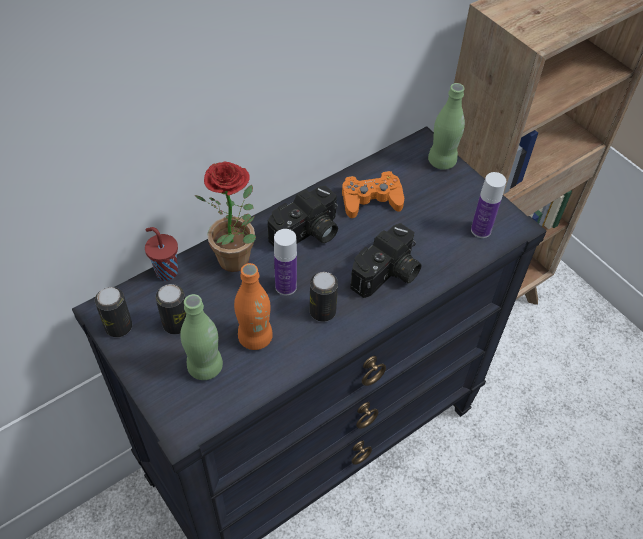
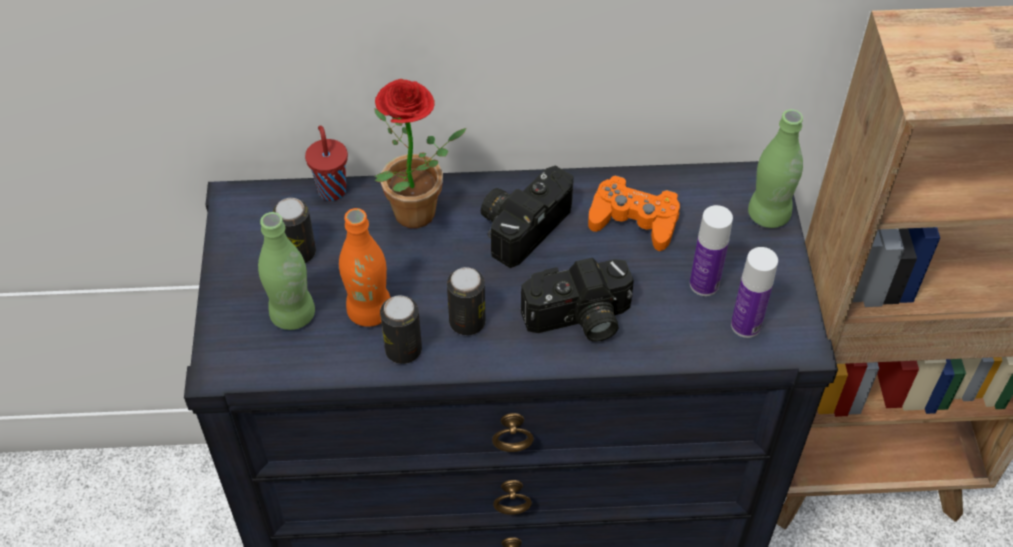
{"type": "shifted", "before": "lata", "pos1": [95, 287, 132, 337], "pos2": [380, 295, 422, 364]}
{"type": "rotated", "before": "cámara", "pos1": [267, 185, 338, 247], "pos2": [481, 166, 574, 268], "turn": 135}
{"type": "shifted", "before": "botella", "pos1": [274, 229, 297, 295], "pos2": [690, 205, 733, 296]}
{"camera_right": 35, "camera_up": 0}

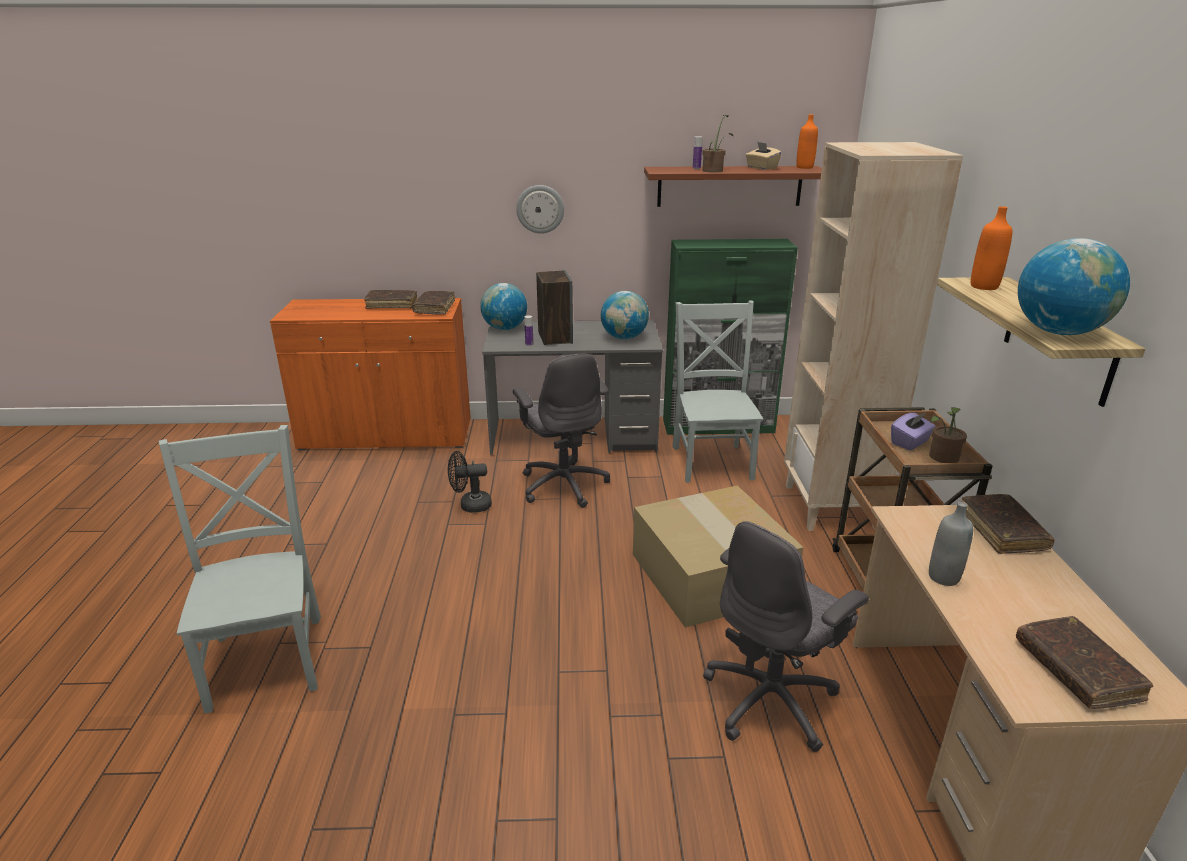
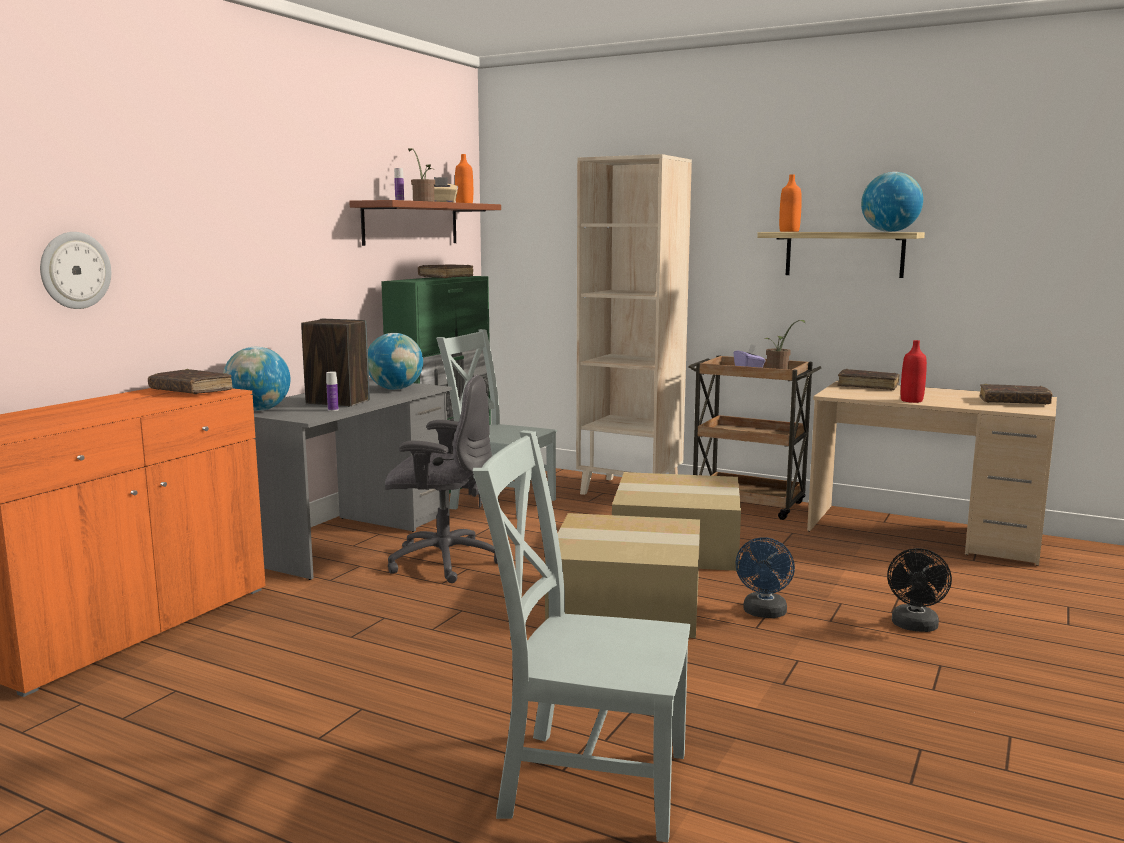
{"type": "shifted", "before": "libro (marrón)", "pos1": [364, 290, 417, 309], "pos2": [418, 264, 473, 278]}
{"type": "shifted", "before": "ventilador (negro)", "pos1": [448, 451, 492, 513], "pos2": [887, 548, 952, 632]}
{"type": "shifted", "before": "reloj de pared", "pos1": [516, 185, 564, 234], "pos2": [40, 232, 111, 309]}
{"type": "gone", "before": "silla de oficina (gris)", "pos1": [703, 521, 869, 752]}
{"type": "repainted", "before": "botella (gris)", "after": "botella (rojo)", "pos1": [929, 502, 973, 586], "pos2": [901, 340, 927, 403]}
{"type": "new", "after": "caja de cartón", "pos2": [545, 513, 700, 638]}
{"type": "new", "after": "ventilador (azul)", "pos2": [736, 537, 795, 618]}
{"camera_right": -60, "camera_up": -15}

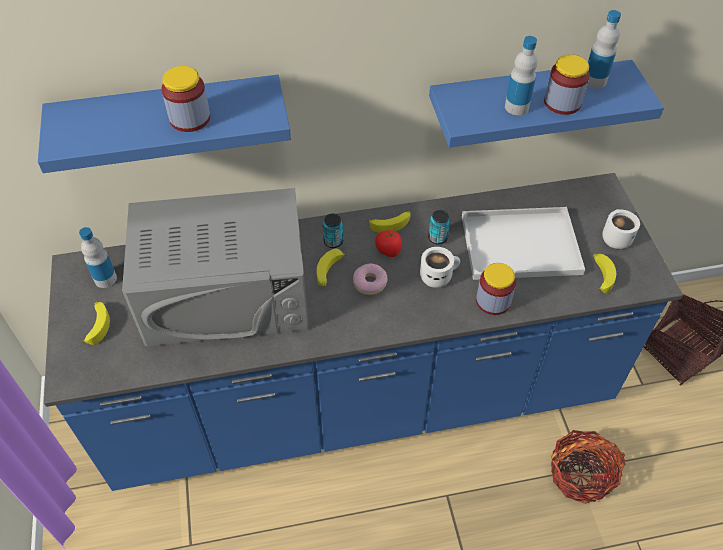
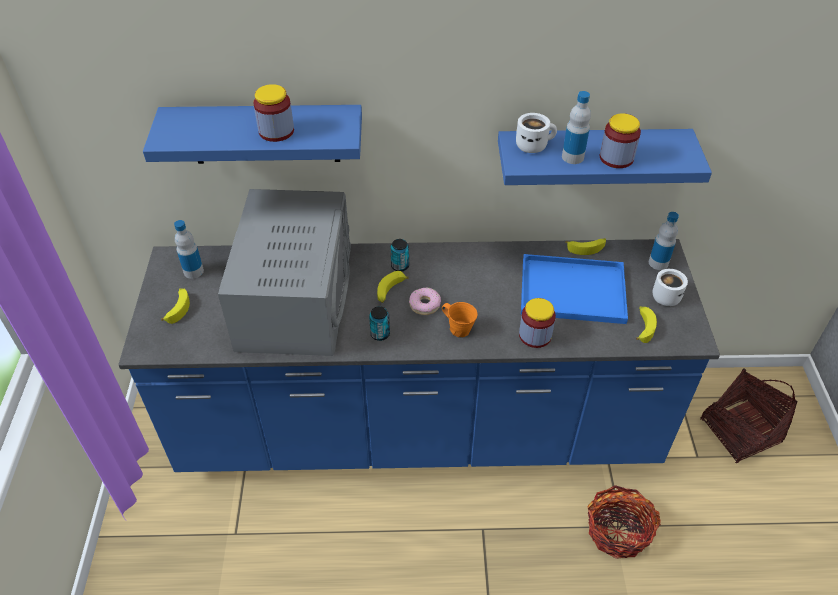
{"type": "rotated", "before": "microondas (gris)", "pos1": [122, 188, 309, 346], "pos2": [218, 189, 351, 356], "turn": -90}
{"type": "shifted", "before": "plátano", "pos1": [367, 211, 410, 233], "pos2": [565, 238, 606, 255]}
{"type": "gone", "before": "tomate", "pos1": [375, 229, 402, 257]}
{"type": "shifted", "before": "taza grande (blanco)", "pos1": [420, 247, 460, 288], "pos2": [516, 113, 557, 153]}
{"type": "shifted", "before": "lata", "pos1": [428, 210, 450, 245], "pos2": [369, 306, 390, 341]}
{"type": "repainted", "before": "bandeja (blanco)", "after": "bandeja (azul)", "pos1": [462, 207, 585, 280], "pos2": [521, 254, 628, 324]}
{"type": "shifted", "before": "botella", "pos1": [587, 10, 621, 89], "pos2": [649, 212, 679, 270]}
{"type": "new", "after": "taza grande (naranja)", "pos2": [442, 302, 478, 338]}
{"camera_right": 10, "camera_up": -5}

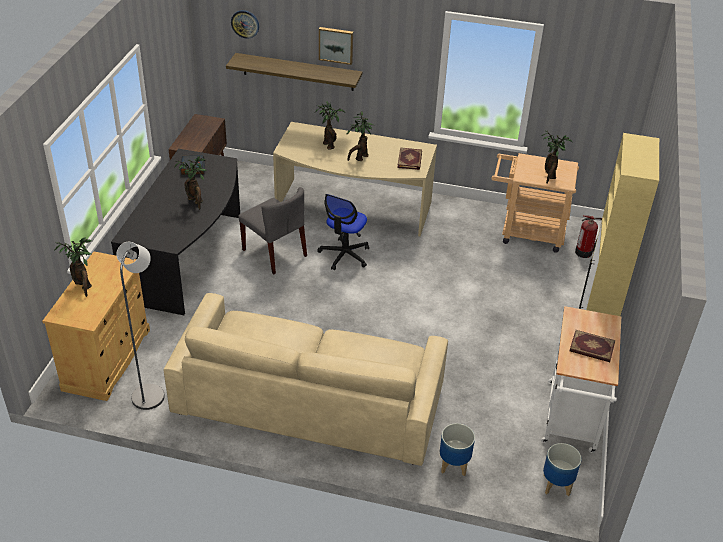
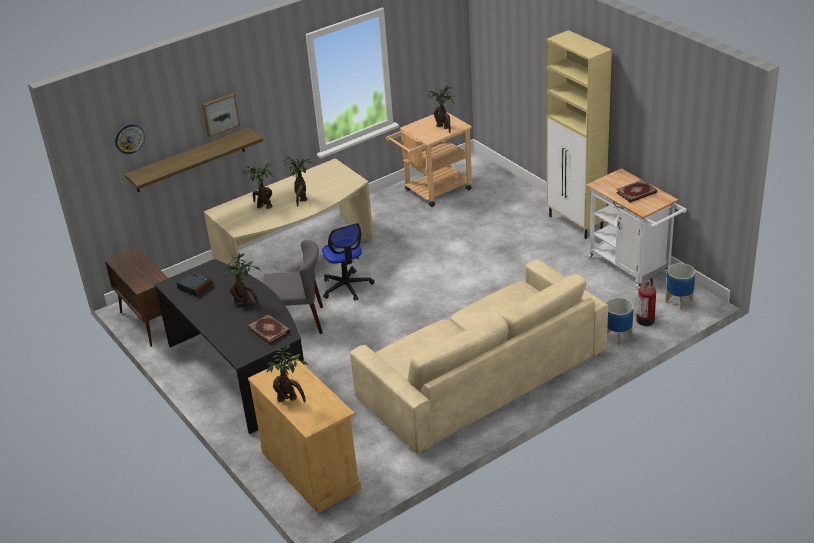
{"type": "gone", "before": "lámpara de pie (gris)", "pos1": [116, 242, 165, 410]}
{"type": "shifted", "before": "libro", "pos1": [397, 147, 422, 170], "pos2": [247, 314, 291, 344]}
{"type": "shifted", "before": "extintor", "pos1": [575, 215, 602, 258], "pos2": [636, 278, 656, 326]}
{"camera_right": -45, "camera_up": -5}

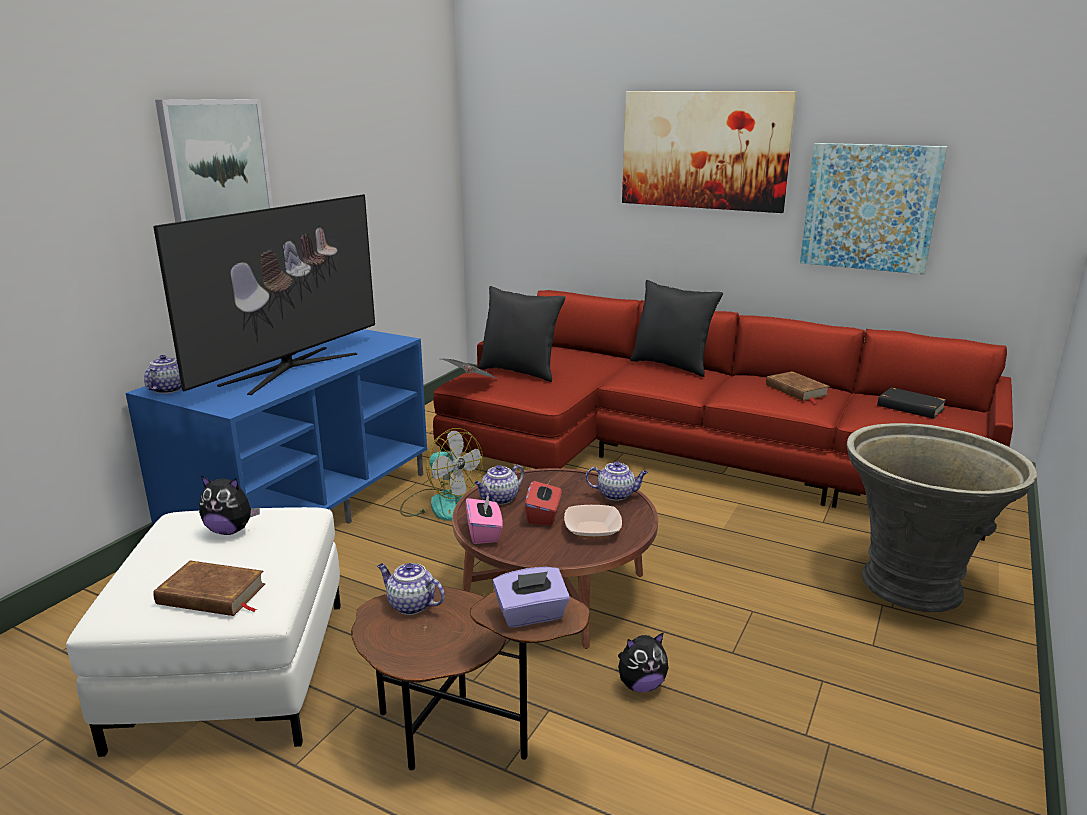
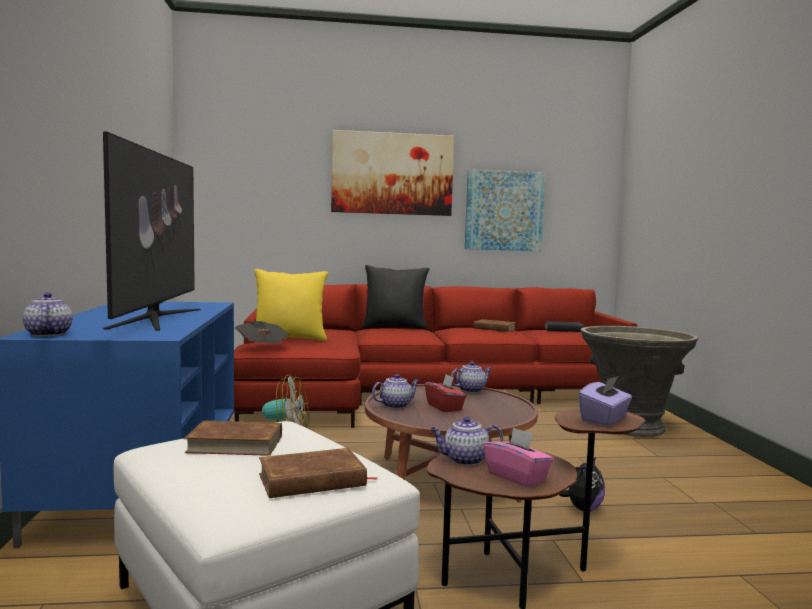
{"type": "gone", "before": "cuadro", "pos1": [155, 99, 273, 222]}
{"type": "swapped", "before": "peluche", "after": "libro (marrón)", "pos1": [199, 475, 260, 535], "pos2": [185, 421, 282, 456]}
{"type": "shifted", "before": "caja de pañuelos (rosa)", "pos1": [466, 492, 503, 544], "pos2": [484, 427, 553, 488]}
{"type": "rotated", "before": "tetera", "pos1": [474, 465, 524, 504], "pos2": [372, 374, 419, 409], "turn": -135}
{"type": "repainted", "before": "cojín (negro)", "after": "cojín (amarillo)", "pos1": [478, 286, 566, 382], "pos2": [254, 269, 328, 342]}
{"type": "gone", "before": "cuenco", "pos1": [564, 505, 622, 539]}
{"camera_right": -35, "camera_up": -15}

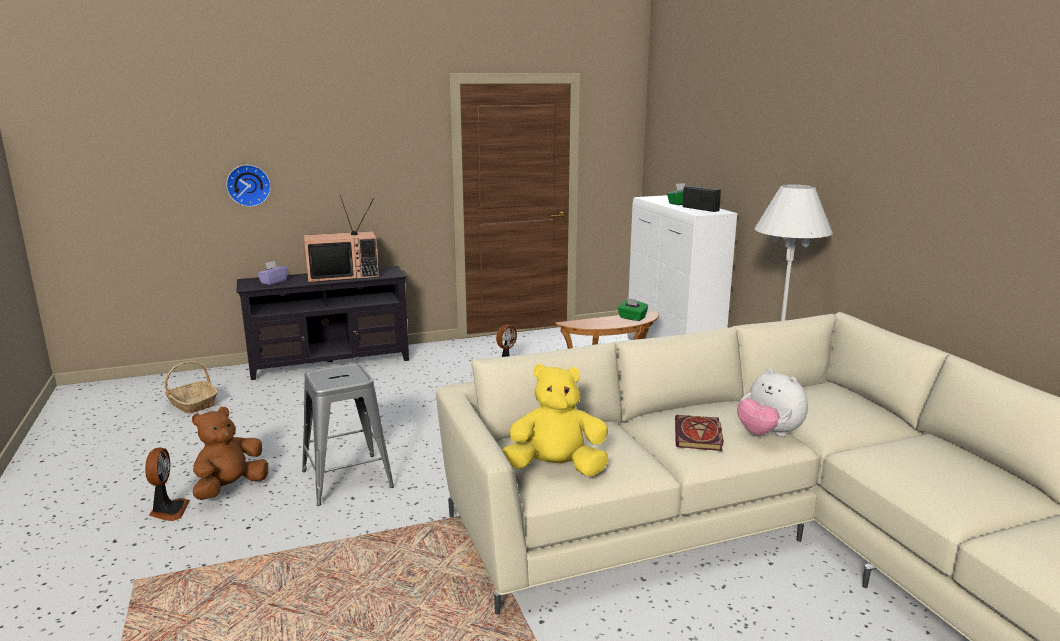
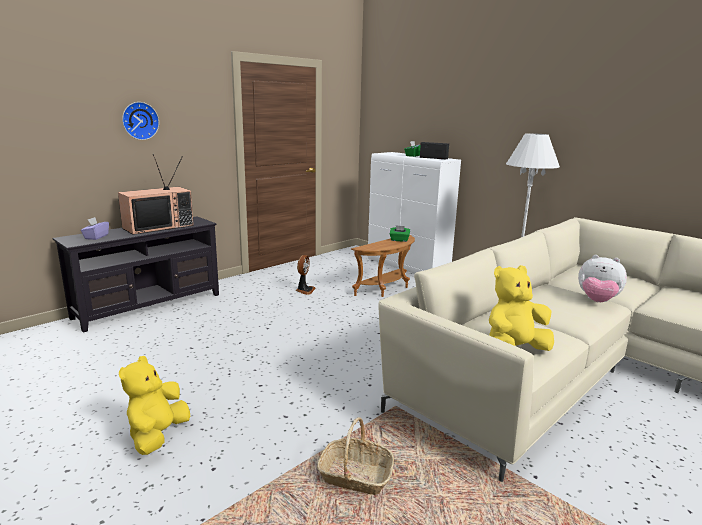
{"type": "gone", "before": "ventilador", "pos1": [145, 447, 190, 521]}
{"type": "shifted", "before": "cesta", "pos1": [164, 361, 218, 414], "pos2": [317, 417, 394, 495]}
{"type": "repainted", "before": "peluche (marrón)", "after": "peluche (amarillo)", "pos1": [192, 407, 268, 500], "pos2": [119, 356, 190, 455]}
{"type": "shifted", "before": "reloj de pared", "pos1": [226, 165, 271, 207], "pos2": [122, 102, 159, 140]}
{"type": "gone", "before": "taburete (gris)", "pos1": [302, 363, 394, 506]}
{"type": "gone", "before": "libro", "pos1": [675, 415, 724, 451]}
{"camera_right": -25, "camera_up": 0}

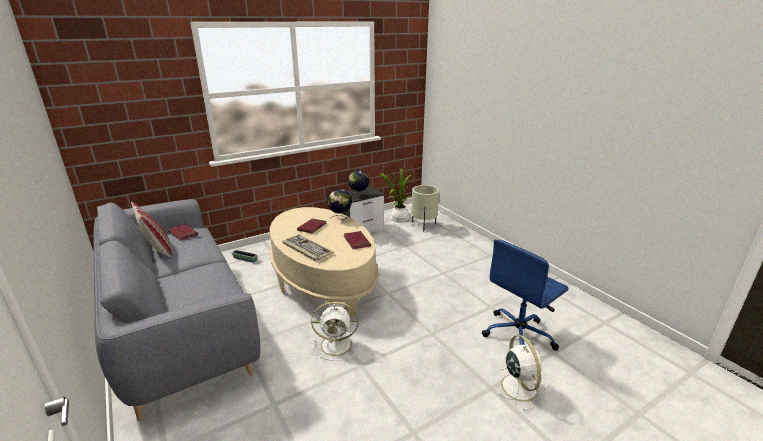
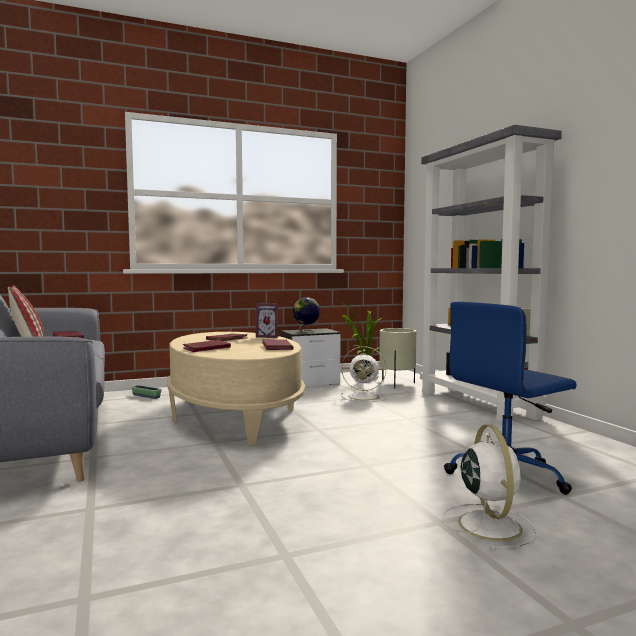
{"type": "swapped", "before": "teclado", "after": "libro (rojo)", "pos1": [282, 234, 334, 261], "pos2": [183, 340, 231, 352]}
{"type": "shifted", "before": "ventilador (blanco)", "pos1": [311, 302, 360, 361], "pos2": [341, 346, 387, 402]}
{"type": "swapped", "before": "globo terráqueo", "after": "portarretratos", "pos1": [327, 189, 352, 220], "pos2": [256, 303, 278, 338]}
{"type": "new", "after": "estantería (gris)", "pos2": [420, 125, 562, 423]}
{"camera_right": 10, "camera_up": -20}

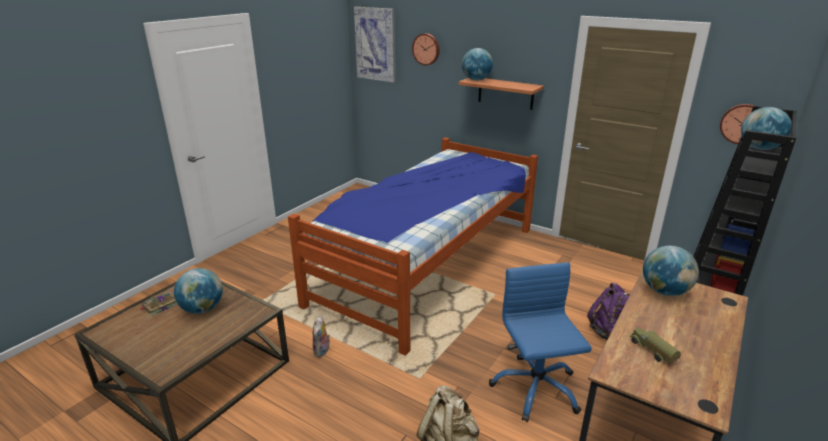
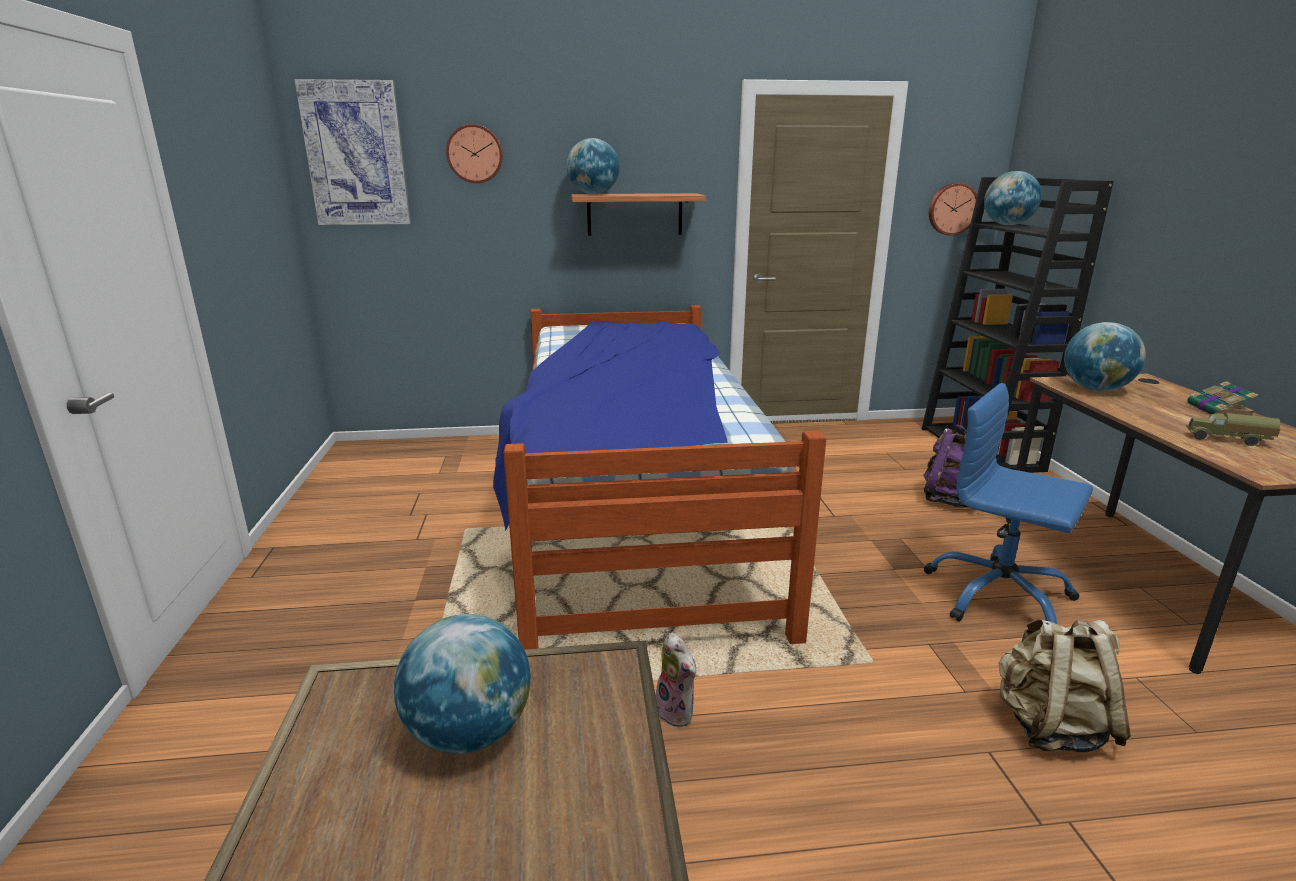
{"type": "shifted", "before": "libro", "pos1": [138, 292, 178, 316], "pos2": [1187, 381, 1258, 416]}
{"camera_right": -40, "camera_up": -5}

